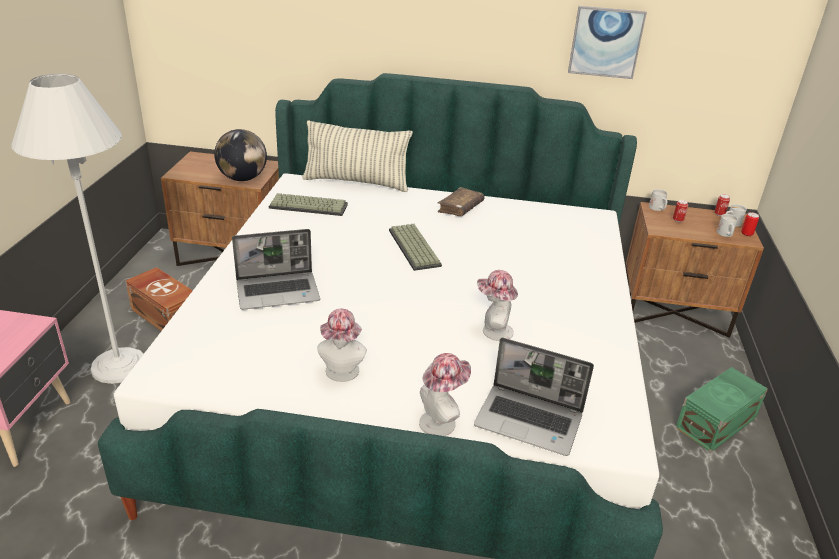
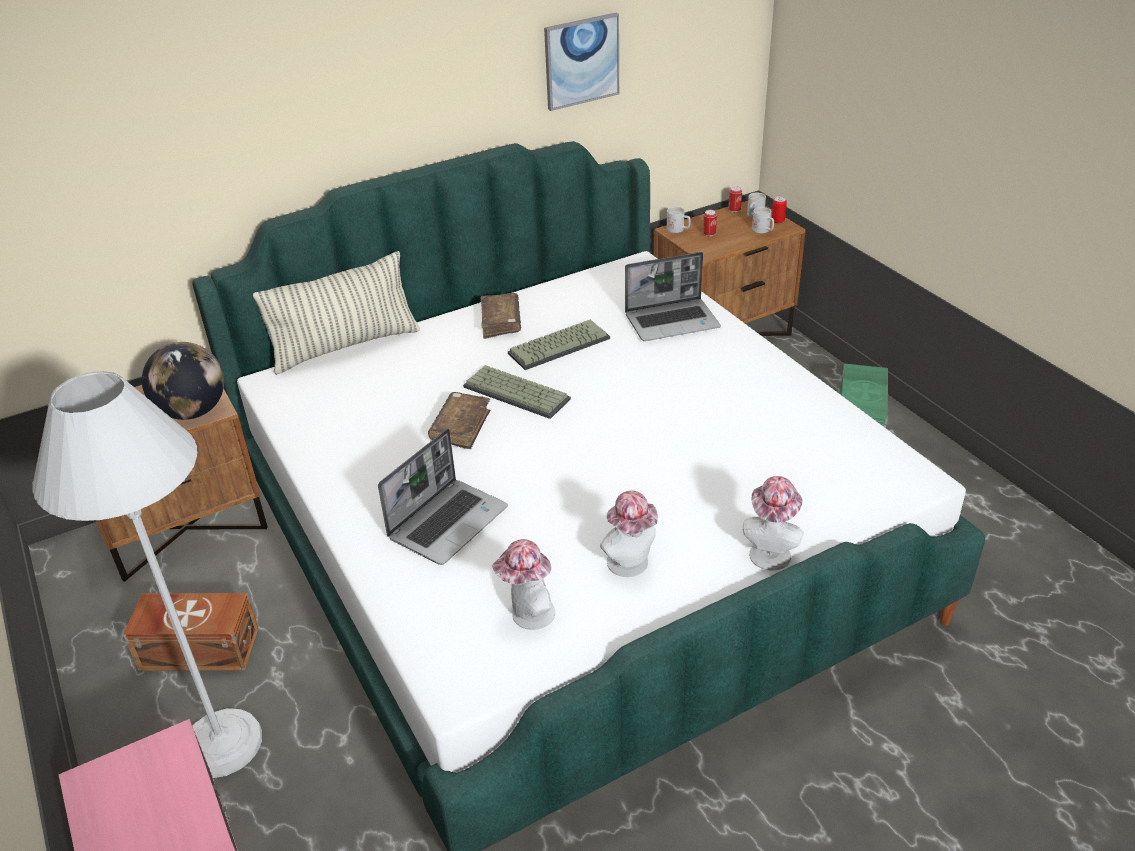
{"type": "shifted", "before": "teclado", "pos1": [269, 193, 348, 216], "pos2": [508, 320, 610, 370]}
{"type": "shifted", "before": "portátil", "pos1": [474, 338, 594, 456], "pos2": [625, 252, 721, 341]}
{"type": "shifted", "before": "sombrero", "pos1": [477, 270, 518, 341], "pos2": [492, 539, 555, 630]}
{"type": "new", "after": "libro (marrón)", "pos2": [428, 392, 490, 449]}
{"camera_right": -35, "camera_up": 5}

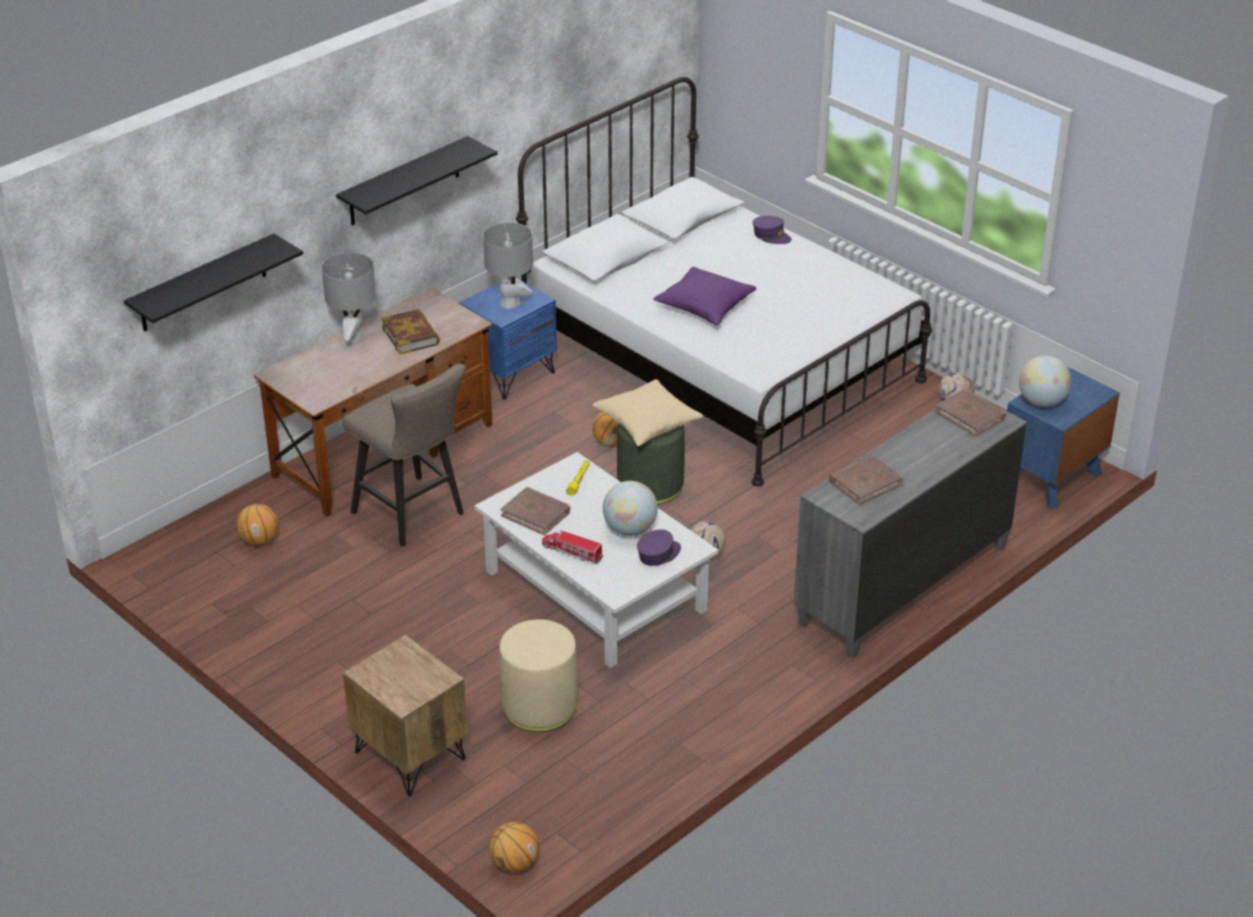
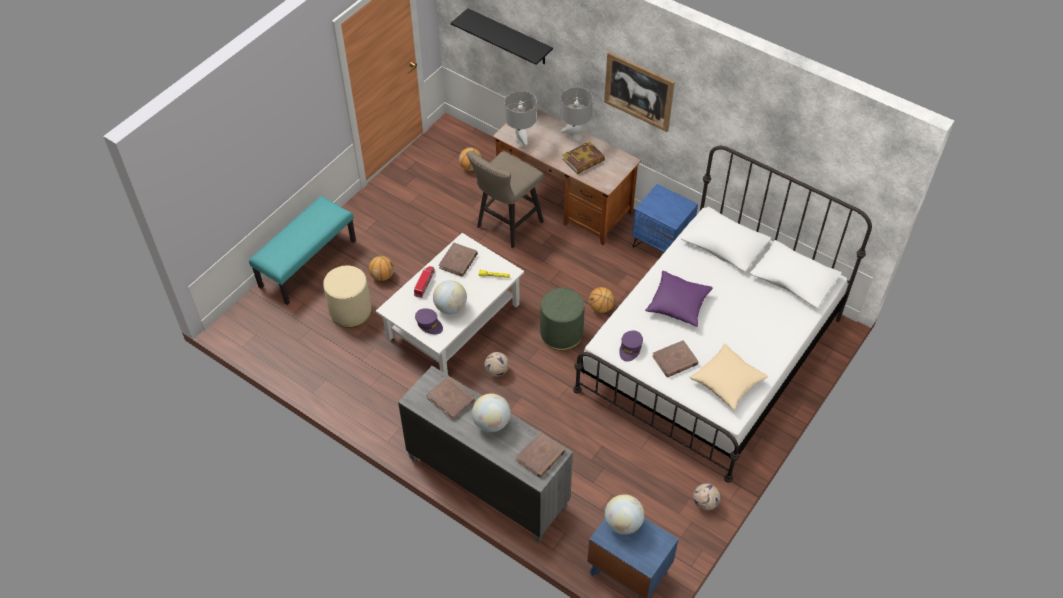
{"type": "swapped", "before": "estante (negro)", "after": "cuadro", "pos1": [336, 136, 497, 225], "pos2": [604, 52, 675, 132]}
{"type": "swapped", "before": "mesita de noche (marrón)", "after": "banco (turquesa)", "pos1": [343, 635, 468, 796], "pos2": [249, 196, 356, 305]}
{"type": "shifted", "before": "lámpara de mesa (gris)", "pos1": [483, 222, 533, 309], "pos2": [505, 91, 537, 146]}
{"type": "shifted", "before": "balón de baloncesto", "pos1": [489, 822, 539, 873], "pos2": [369, 256, 394, 281]}
{"type": "shifted", "before": "cojín (beis)", "pos1": [592, 379, 703, 446], "pos2": [689, 344, 769, 410]}
{"type": "shifted", "before": "gorra (morado)", "pos1": [753, 216, 792, 244], "pos2": [619, 331, 643, 362]}
{"type": "new", "after": "globo terráqueo", "pos2": [472, 393, 511, 432]}
{"type": "new", "after": "libro (marrón)", "pos2": [652, 340, 698, 377]}
{"camera_right": 80, "camera_up": 15}

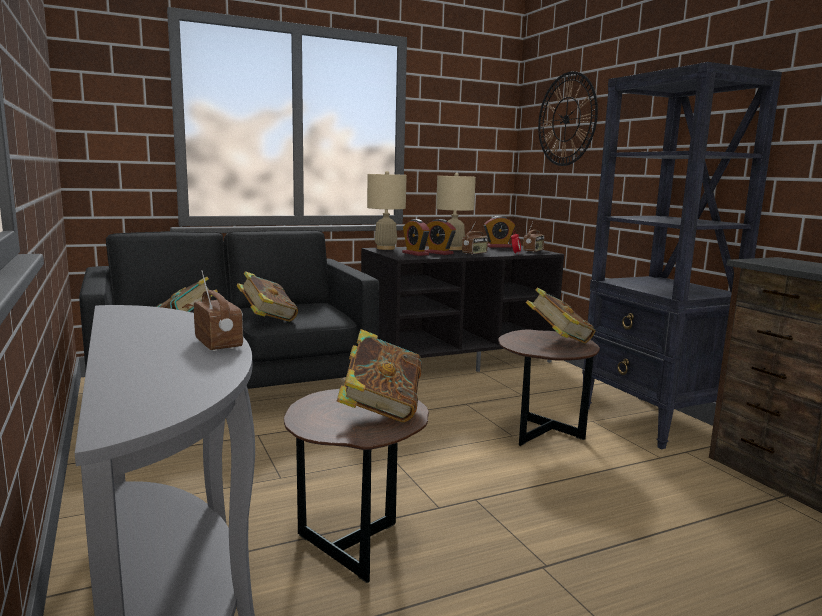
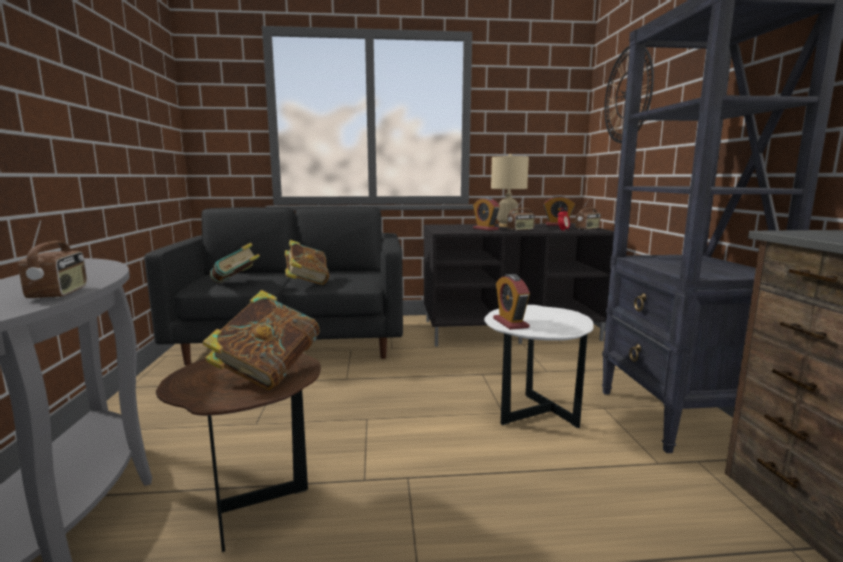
{"type": "gone", "before": "lámpara de mesa (beis)", "pos1": [367, 171, 407, 250]}
{"type": "shifted", "before": "despertador", "pos1": [402, 219, 430, 256], "pos2": [493, 274, 530, 330]}
{"type": "repainted", "before": "mesa auxiliar (marrón)", "after": "mesa auxiliar (blanco)", "pos1": [498, 329, 600, 446], "pos2": [484, 305, 594, 428]}
{"type": "gone", "before": "libro", "pos1": [526, 288, 595, 343]}
{"camera_right": 20, "camera_up": 0}

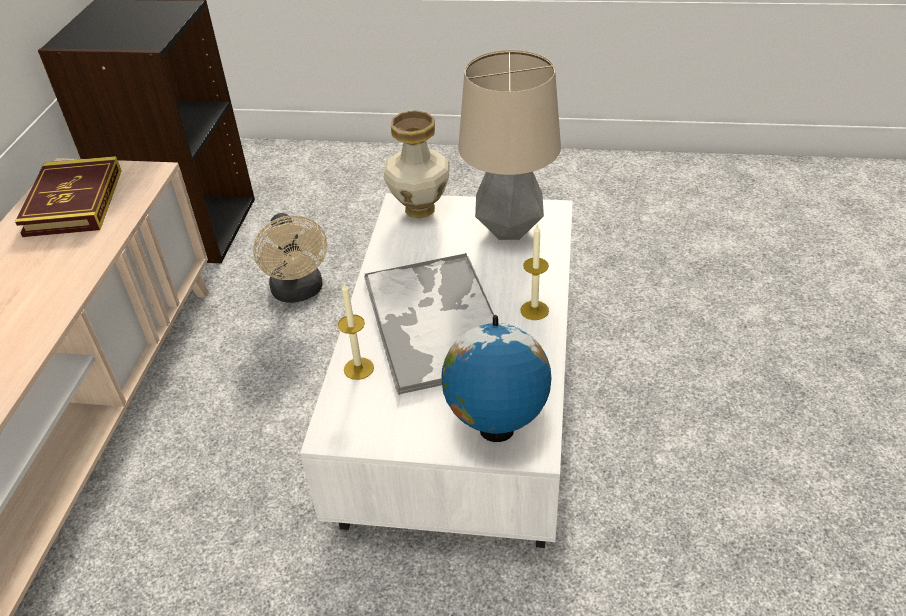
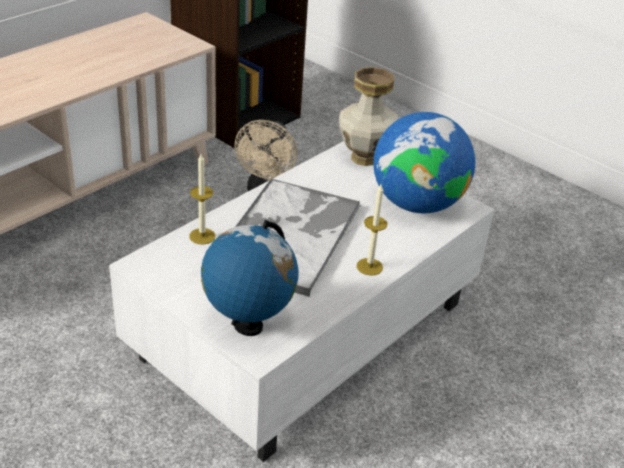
{"type": "gone", "before": "libro", "pos1": [15, 156, 121, 237]}
{"type": "swapped", "before": "lámpara de mesa", "after": "globo terráqueo", "pos1": [458, 50, 561, 240], "pos2": [373, 112, 475, 213]}
{"camera_right": 30, "camera_up": -5}

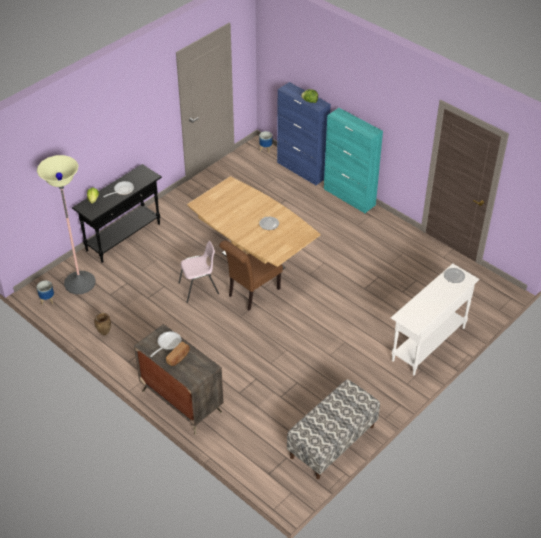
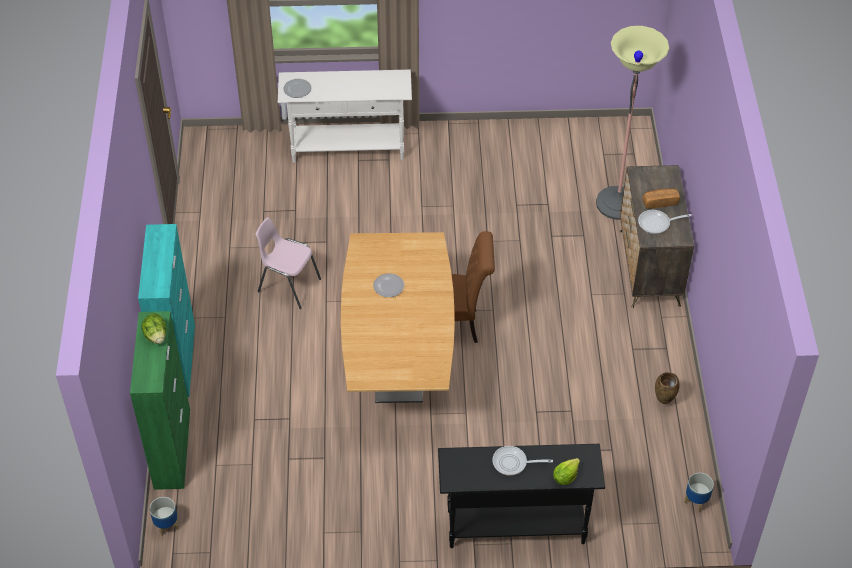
{"type": "shifted", "before": "lámpara de pie", "pos1": [37, 155, 96, 294], "pos2": [596, 26, 669, 220]}
{"type": "shifted", "before": "silla (rosa)", "pos1": [178, 241, 219, 303], "pos2": [256, 217, 321, 309]}
{"type": "repainted", "before": "armario (azul)", "after": "armario (verde)", "pos1": [277, 82, 331, 185], "pos2": [130, 311, 190, 490]}
{"type": "gone", "before": "banco", "pos1": [287, 379, 380, 479]}
{"camera_right": -135, "camera_up": 5}

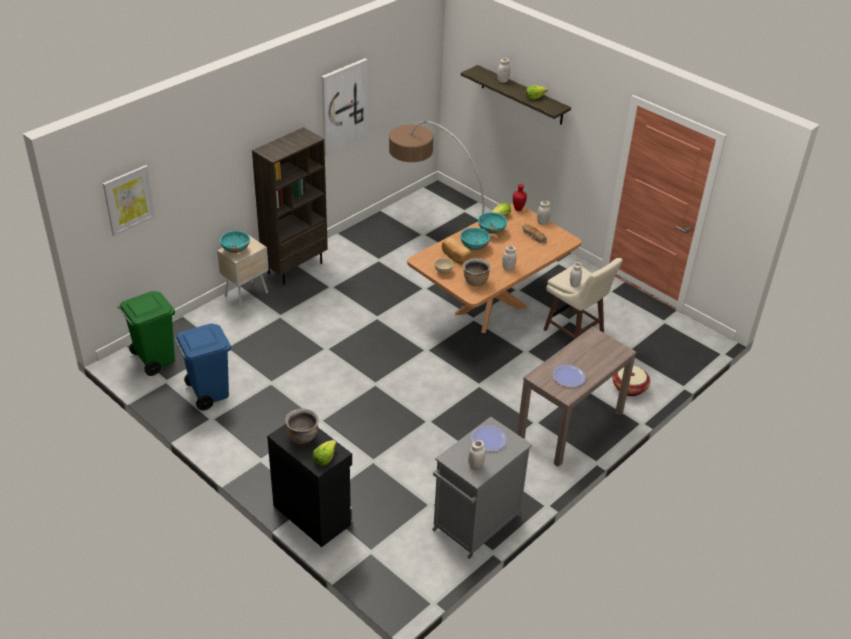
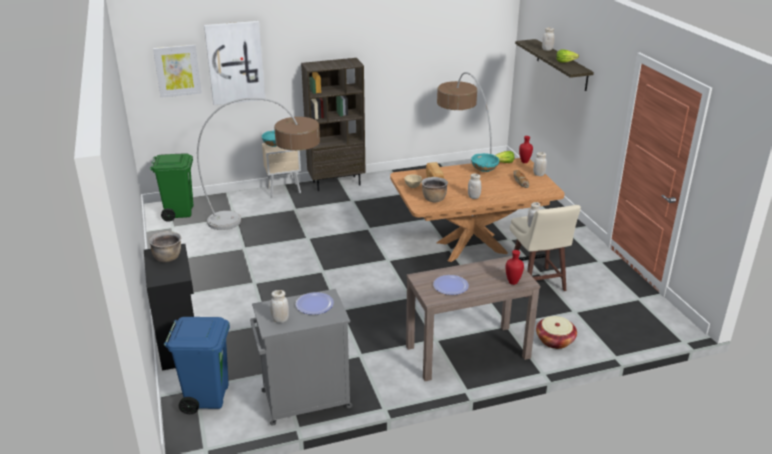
{"type": "shifted", "before": "papelera (azul)", "pos1": [174, 323, 231, 411], "pos2": [164, 317, 230, 414]}
{"type": "gone", "before": "lechuga", "pos1": [313, 440, 336, 465]}
{"type": "shifted", "before": "cuadro", "pos1": [322, 58, 368, 156], "pos2": [204, 21, 265, 105]}
{"type": "gone", "before": "cuenco (turquesa)", "pos1": [460, 228, 490, 250]}
{"type": "new", "after": "lámpara de pie", "pos2": [197, 98, 320, 230]}
{"type": "new", "after": "florero (rojo)", "pos2": [506, 250, 524, 285]}
{"camera_right": 30, "camera_up": -10}

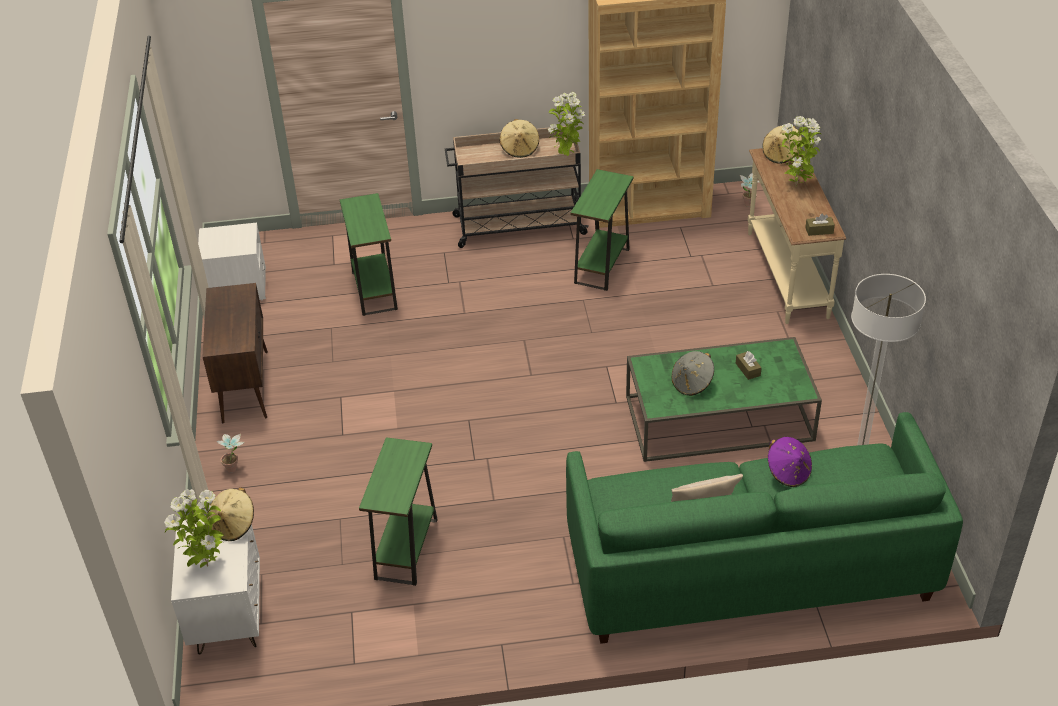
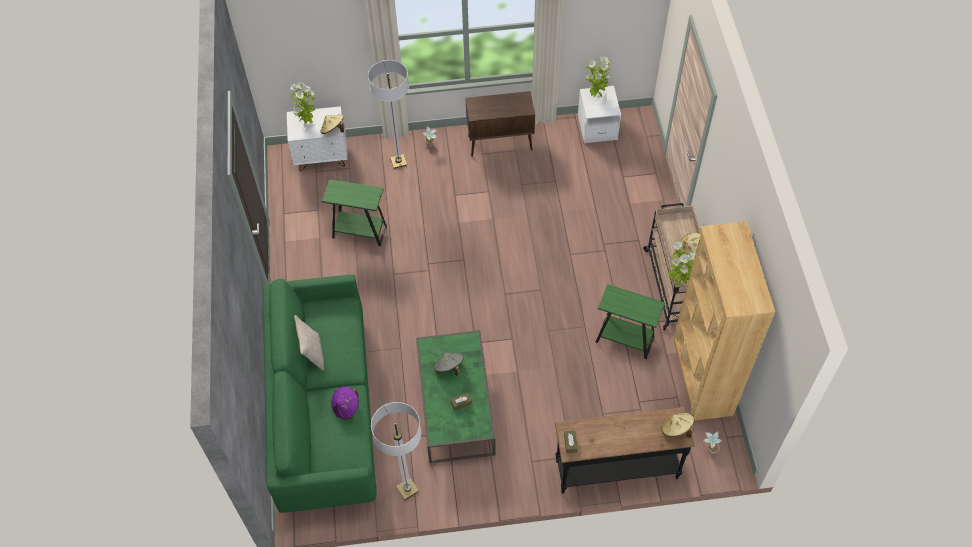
{"type": "gone", "before": "mesa auxiliar (verde)", "pos1": [340, 193, 398, 316]}
{"type": "repainted", "before": "mesa consola (beis)", "after": "mesa consola (negro)", "pos1": [748, 148, 846, 324], "pos2": [555, 407, 695, 493]}
{"type": "shifted", "before": "planta en maceta", "pos1": [781, 116, 821, 186], "pos2": [585, 56, 611, 98]}
{"type": "new", "after": "lámpara de pie", "pos2": [368, 60, 409, 169]}
{"camera_right": 90, "camera_up": 15}

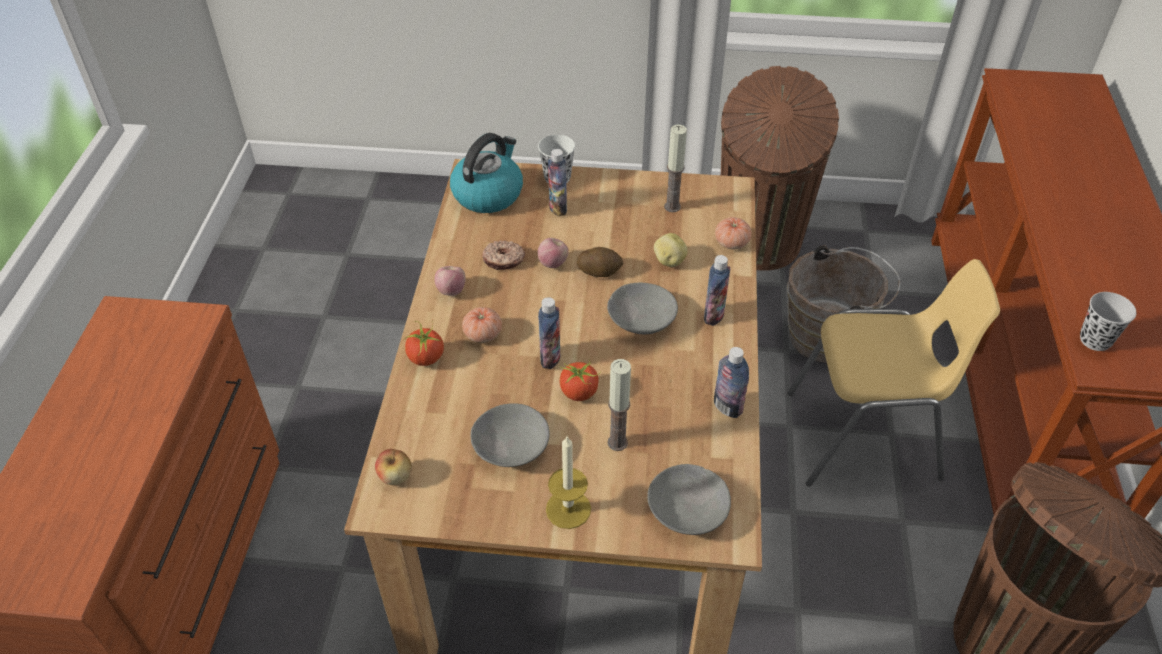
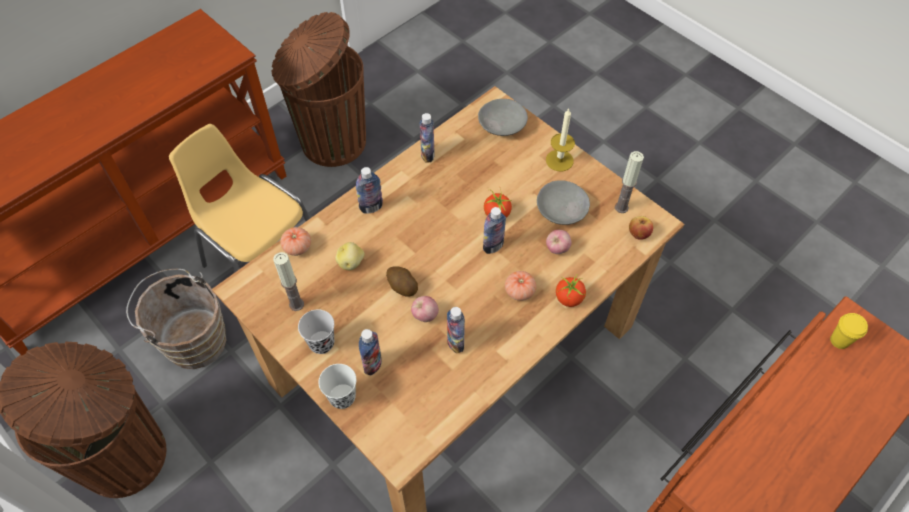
{"type": "shifted", "before": "manzana", "pos1": [434, 266, 466, 296], "pos2": [546, 230, 572, 254]}
{"type": "gone", "before": "hervidor", "pos1": [450, 133, 523, 213]}
{"type": "swapped", "before": "rosquilla", "after": "botella", "pos1": [482, 241, 525, 270], "pos2": [447, 307, 465, 354]}
{"type": "gone", "before": "cuenco (gris)", "pos1": [607, 283, 678, 334]}
{"type": "shifted", "before": "vela", "pos1": [608, 359, 631, 451], "pos2": [615, 151, 644, 213]}
{"type": "shifted", "before": "taza (negro)", "pos1": [1080, 292, 1136, 351], "pos2": [298, 309, 334, 354]}
{"type": "new", "after": "taza (amarillo)", "pos2": [830, 313, 868, 349]}
{"camera_right": -140, "camera_up": 10}

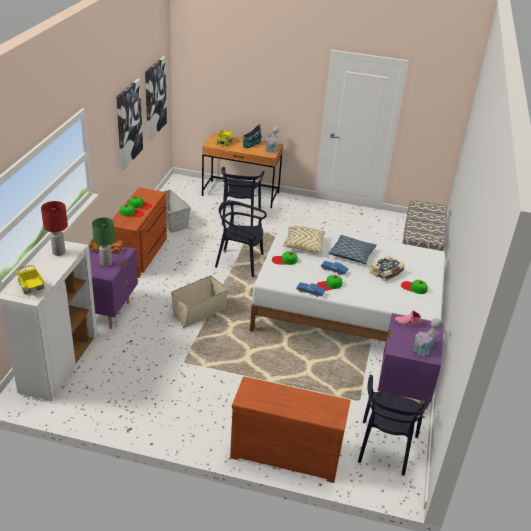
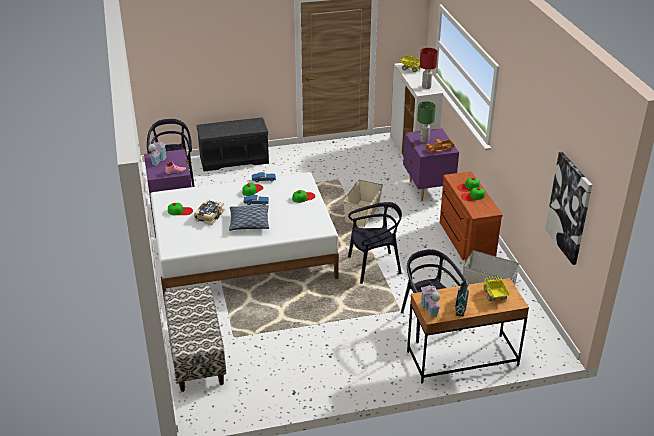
{"type": "gone", "before": "cuadro", "pos1": [117, 79, 143, 170]}
{"type": "swapped", "before": "cómoda (marrón)", "after": "banco (gris)", "pos1": [230, 377, 351, 483], "pos2": [196, 117, 269, 172]}
{"type": "gone", "before": "cojín (beis)", "pos1": [282, 226, 325, 253]}
{"camera_right": 155, "camera_up": 0}

